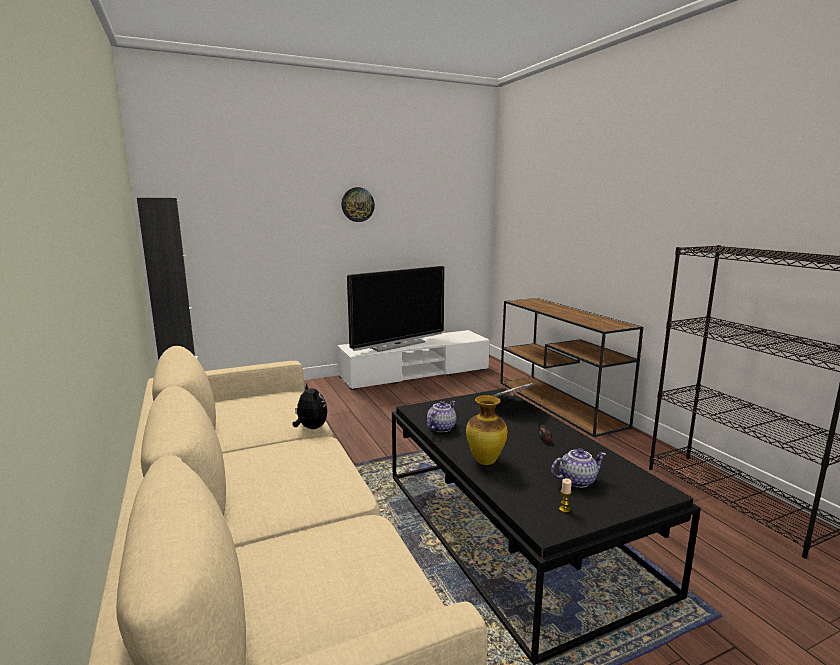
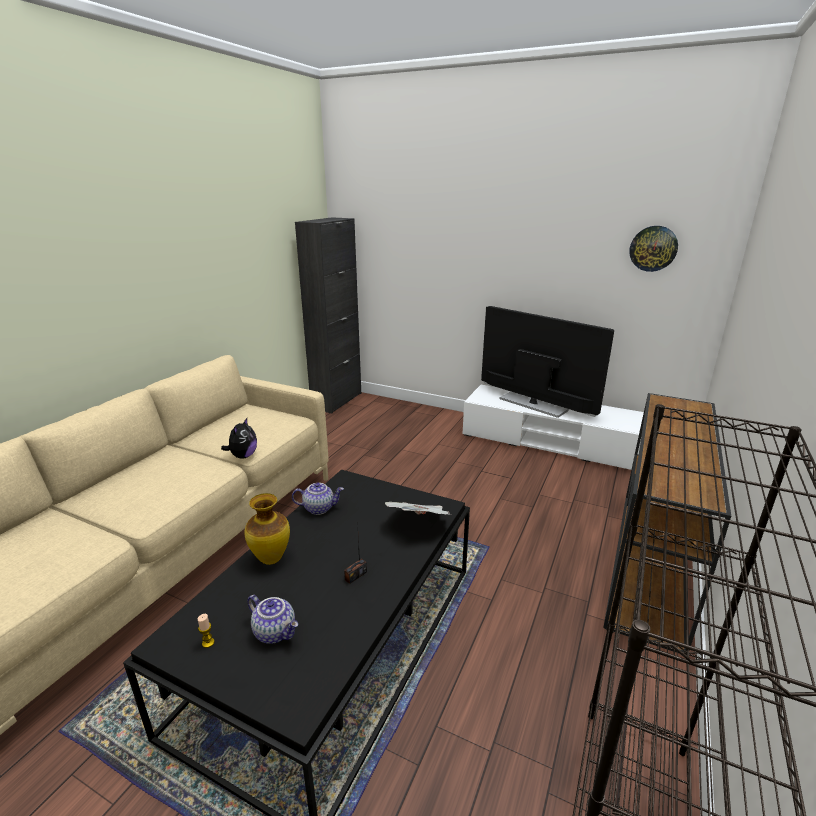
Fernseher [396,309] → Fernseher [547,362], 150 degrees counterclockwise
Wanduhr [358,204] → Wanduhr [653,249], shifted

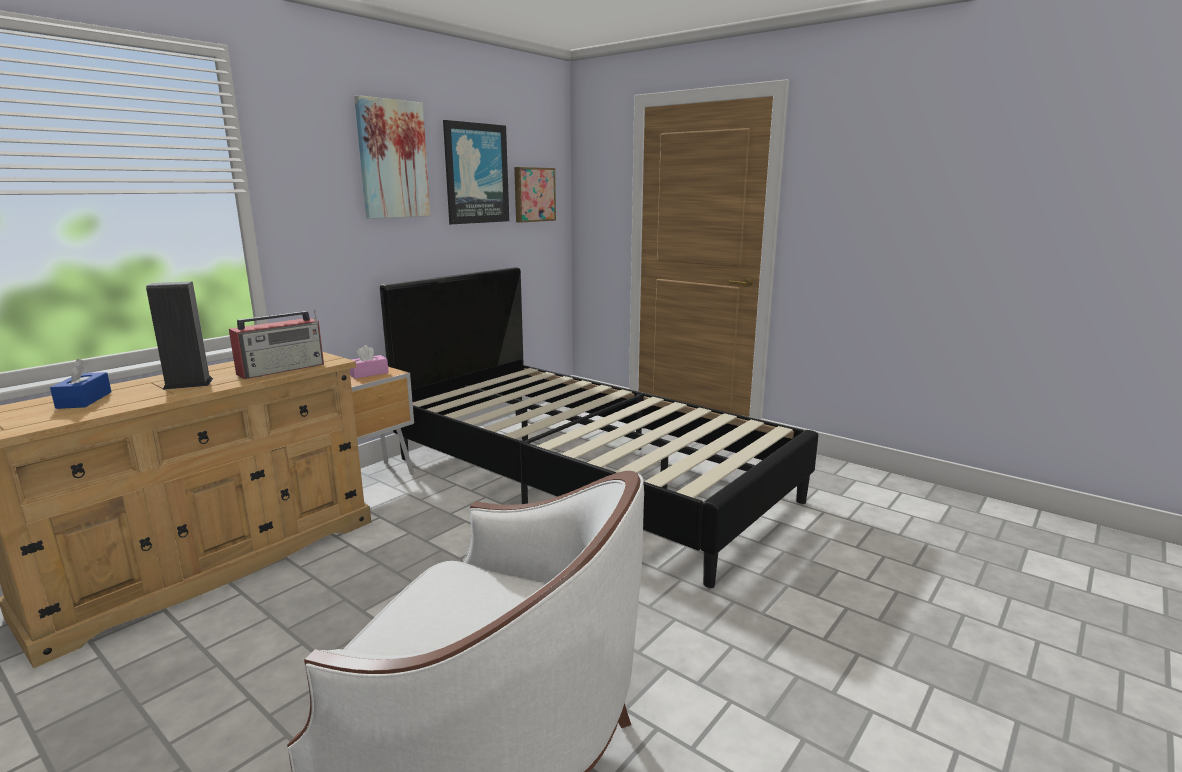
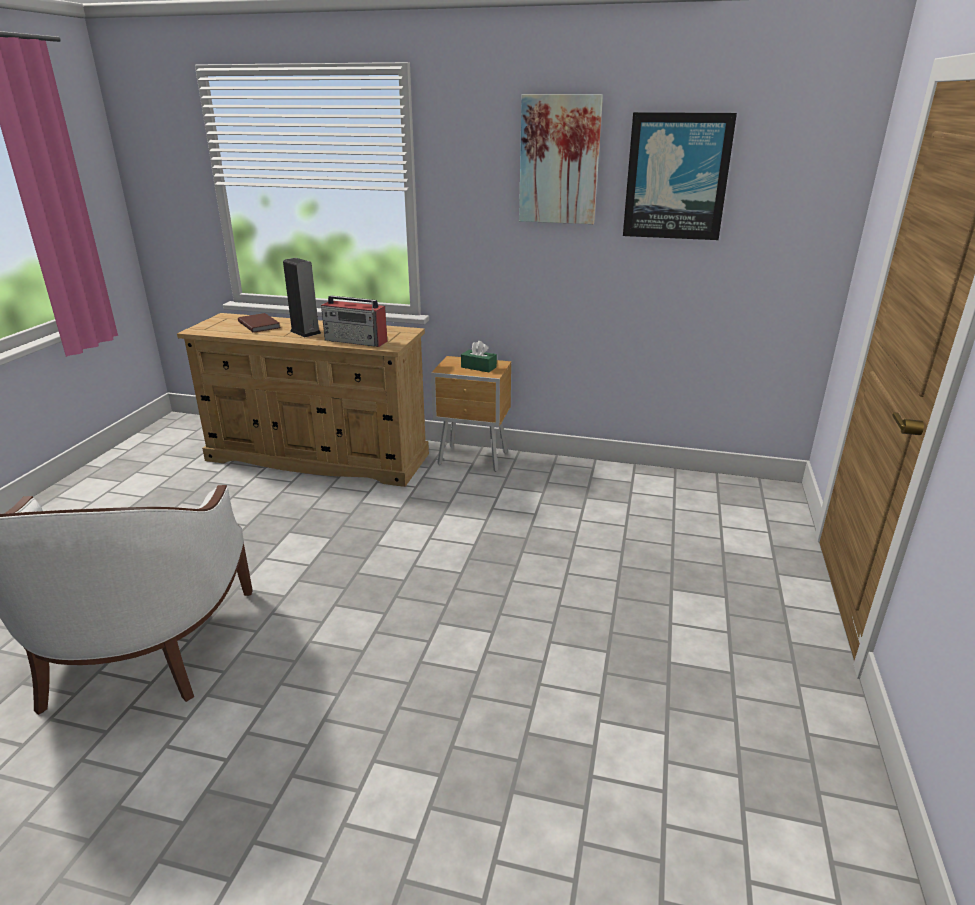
Taschentuchbox (blau) [81,384] → Buch (braun) [259,323]
Taschentuchbox (rosa) [369,362] → Taschentuchbox (grün) [479,356]
Bett (schwarz) [599,427] → -
Bild [535,195] → -

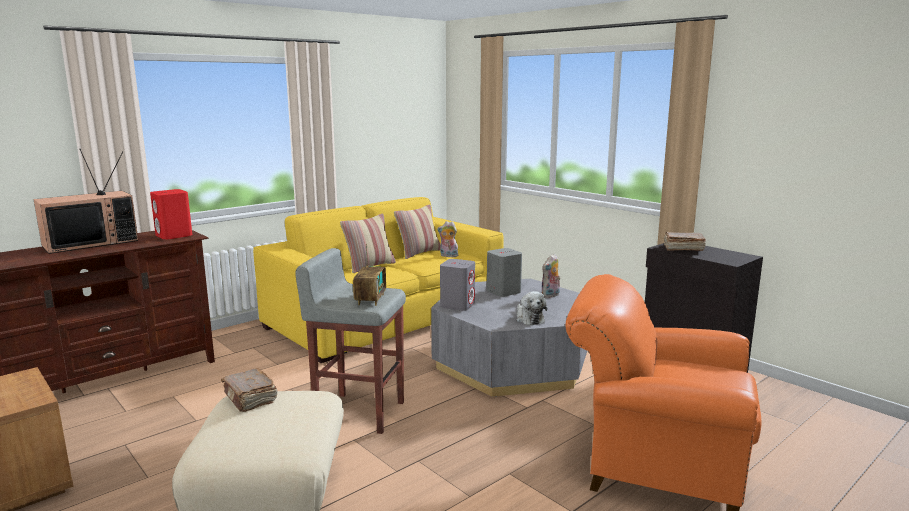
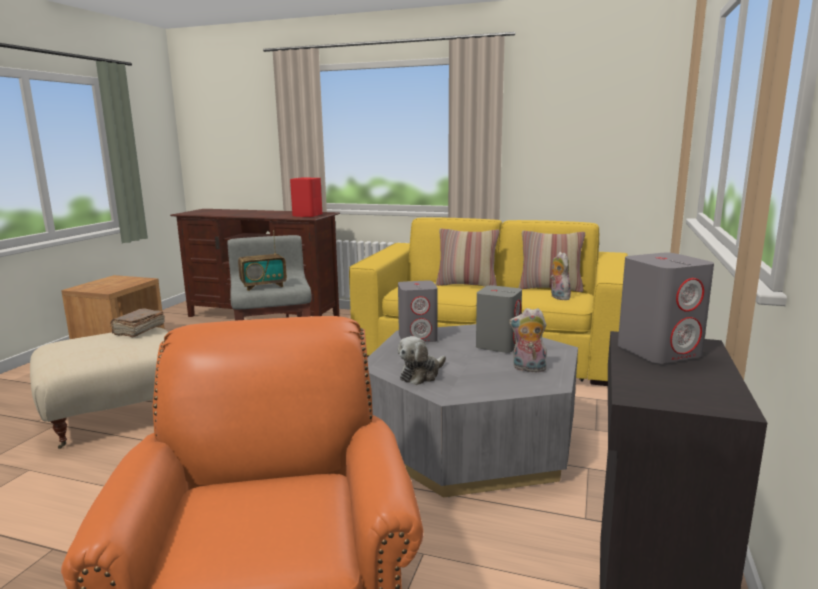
Buch (braun) [684,241] → Lautsprecher (grau) [666,308]
Fernseher [85,201] → -

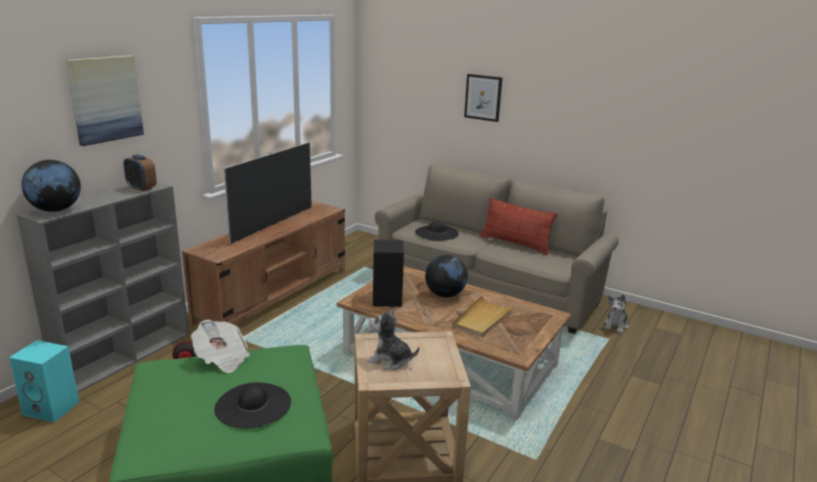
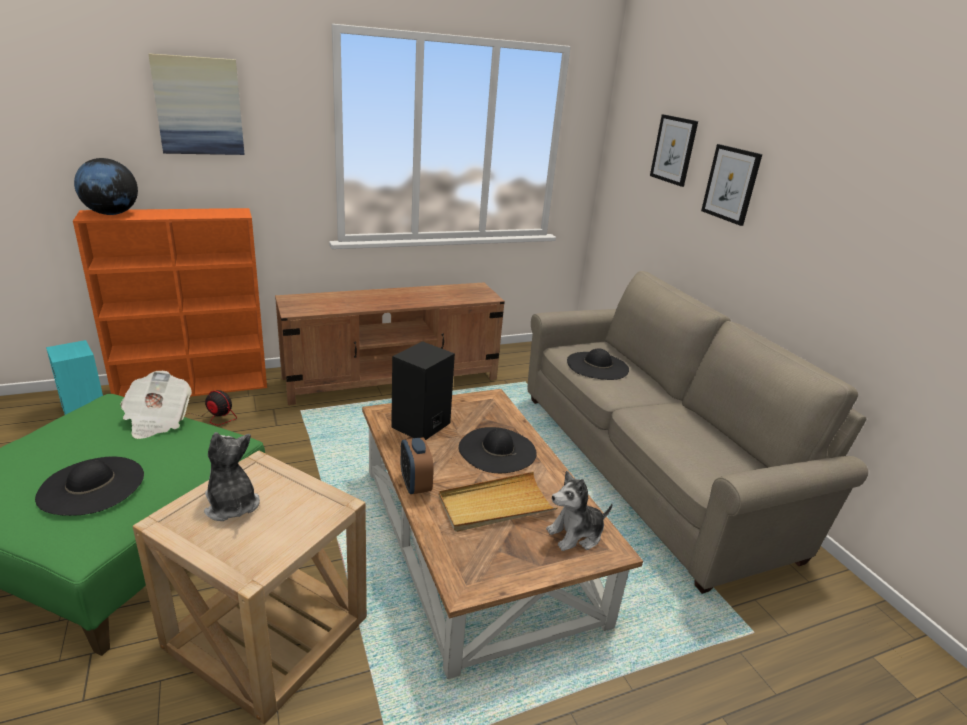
Bücherregal (grau) [103,287] → Bücherregal (orange) [170,302]
Wecker [140,173] → Wecker [417,466], shifted
Globus [446,276] → Hut (schwarz) [498,450]
Plüschtier [616,313] → Plüschtier [579,511], shifted
- → Bild [674,150]
Fernseher [268,193] → -
Kissen [519,226] → -

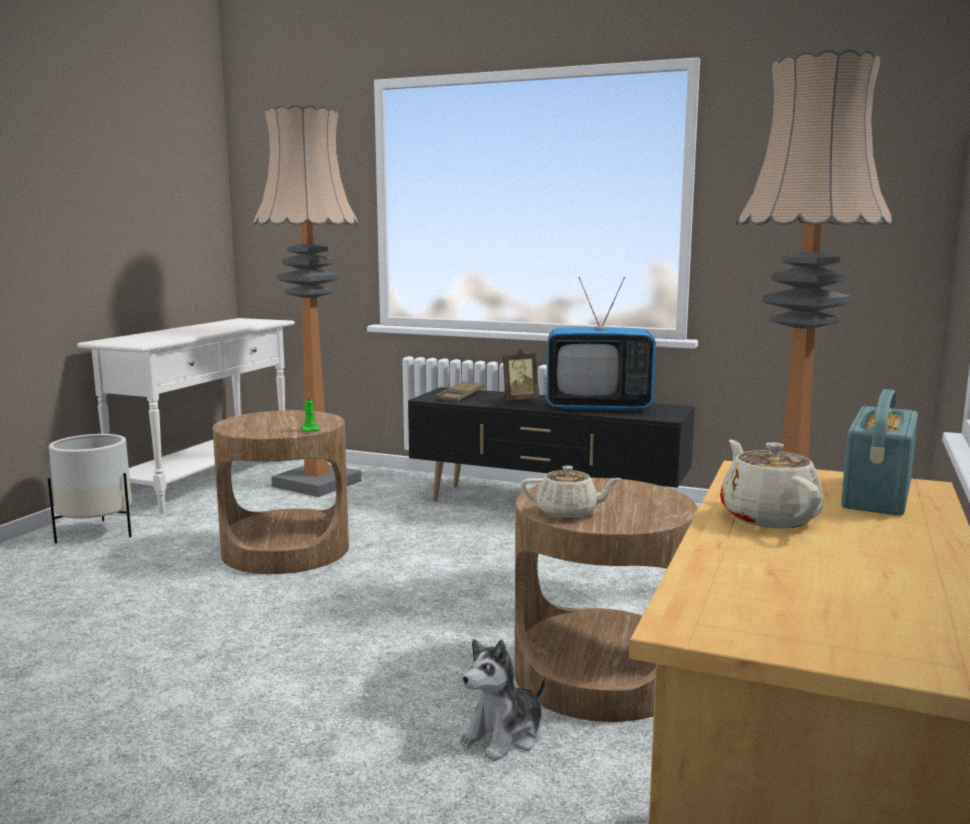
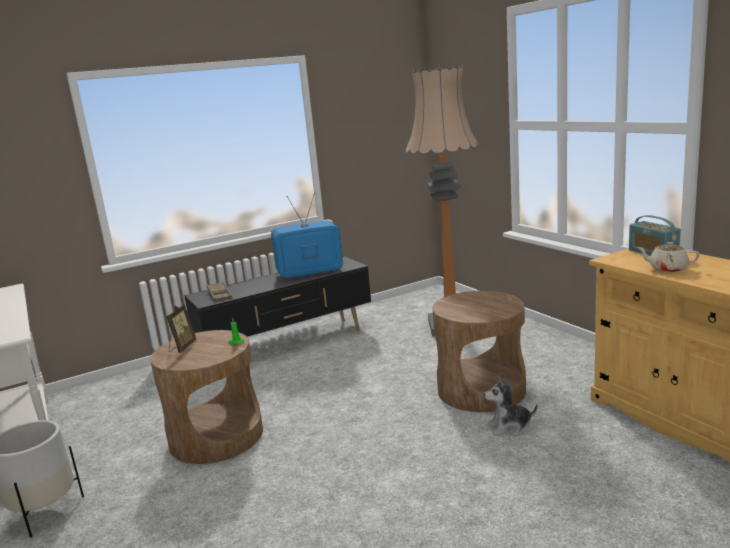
Bilderrahmen [521,375] → Bilderrahmen [181,328], shifted
Fernseher [601,344] → Fernseher [307,235], 150 degrees counterclockwise
Plüschtier [502,700] → Plüschtier [511,406], 90 degrees clockwise
Stehlampe [307,301] → -
Teekanne (beige) [571,492] → -

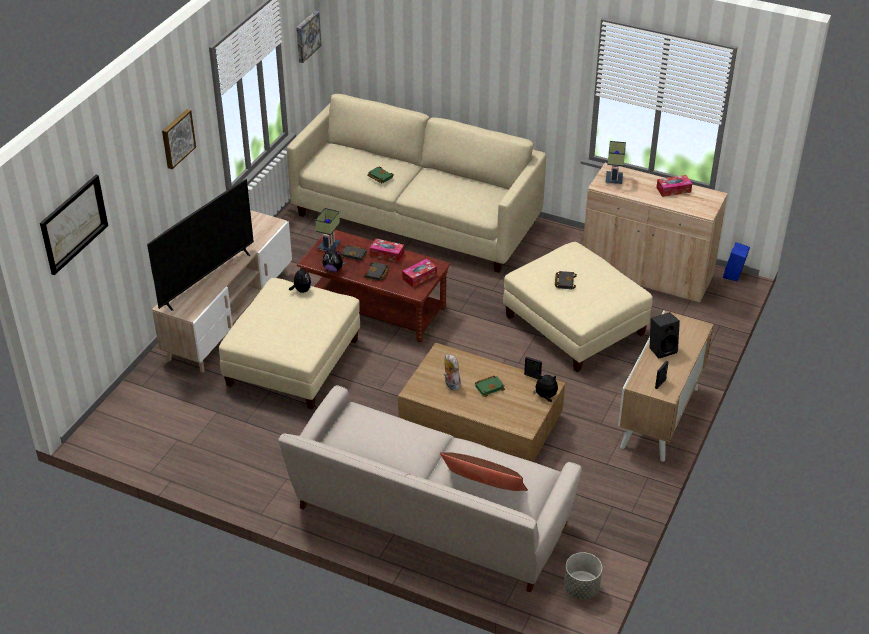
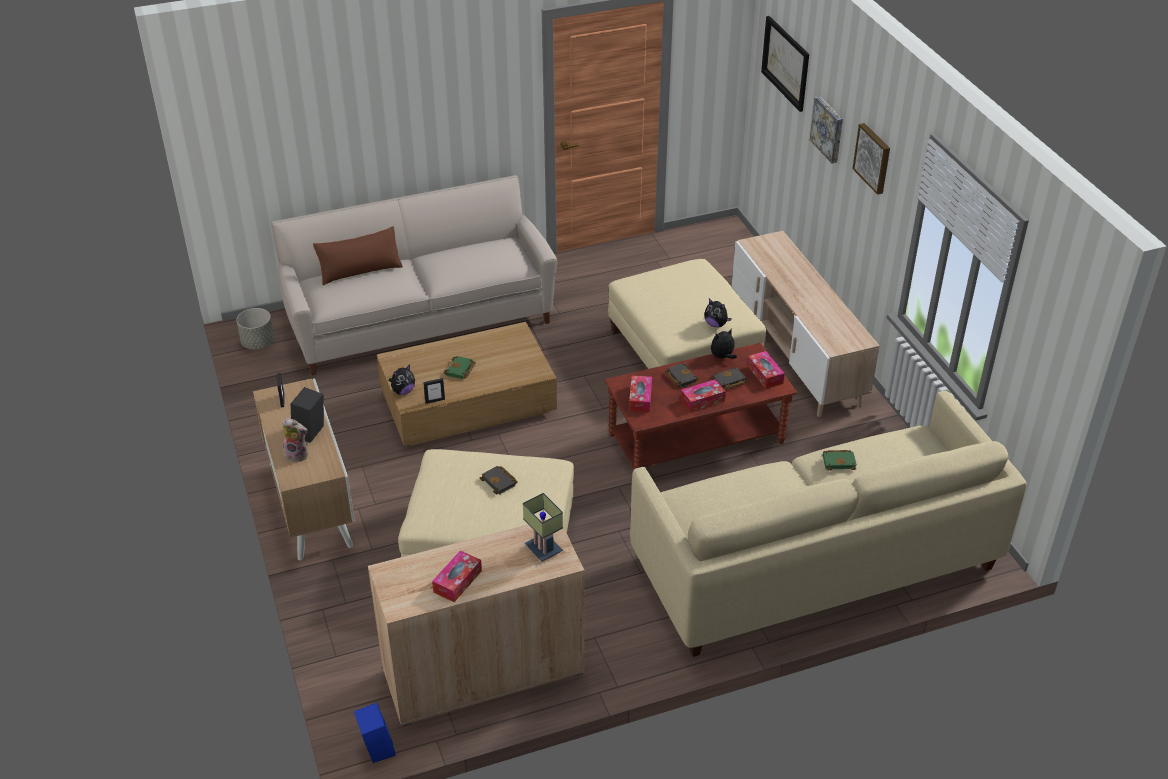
Plüschtier [452,372] → Plüschtier [295,440], shifted
Tischlampe [328,229] → Taschentuchbox [766,370]
Bild [308,37] → Bild [826,130], shifted
Fernseher [200,245] → -

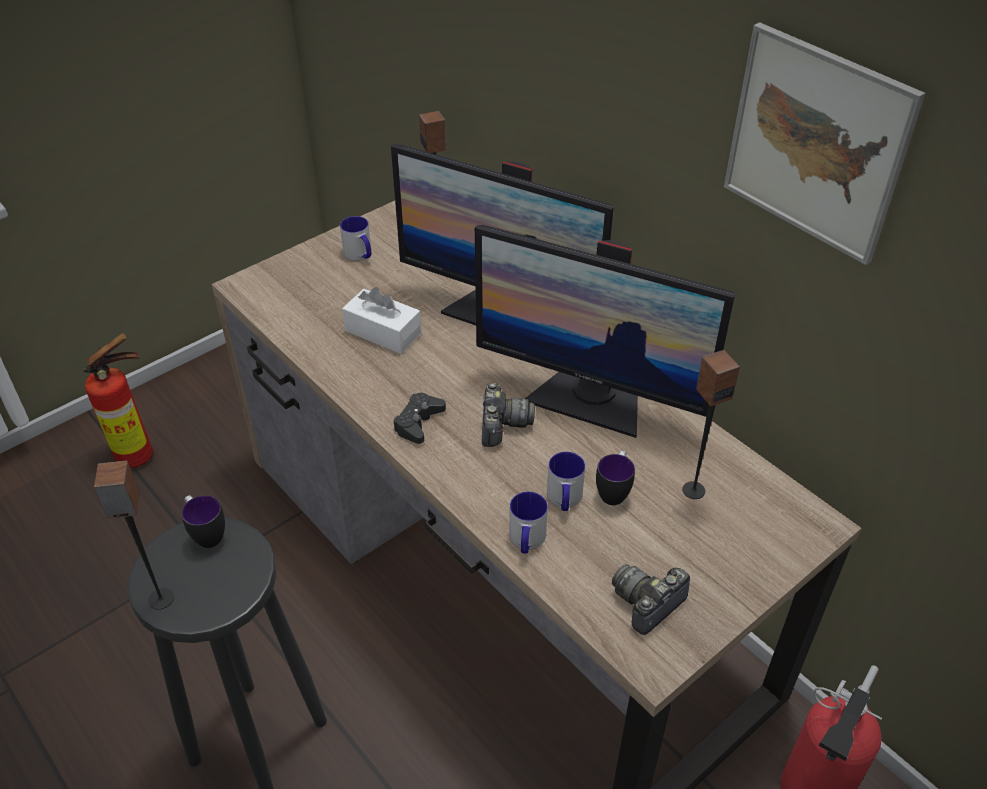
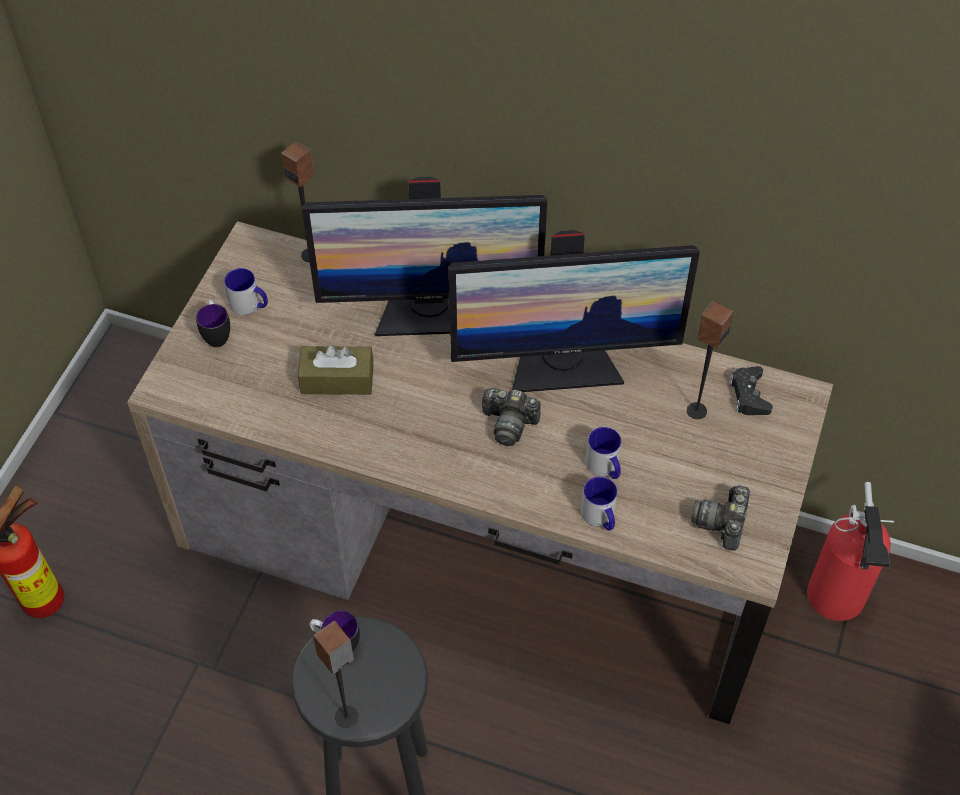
Henkelbecher [615,478] → Henkelbecher [213,323], shifted
Taschentuchbox (weiß) [382,320] → Taschentuchbox (braun) [336,370]
Kamera [508,415] → Kamera [511,417], 135 degrees clockwise
Gamepad (schwarz) [420,418] → Gamepad (schwarz) [751,390], shifted
Bild [825,143] → -

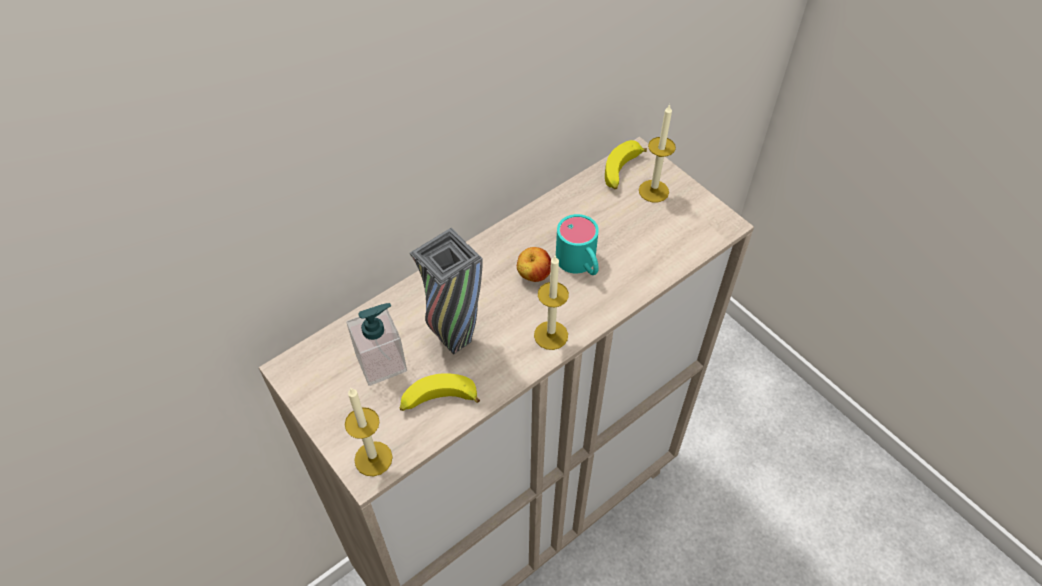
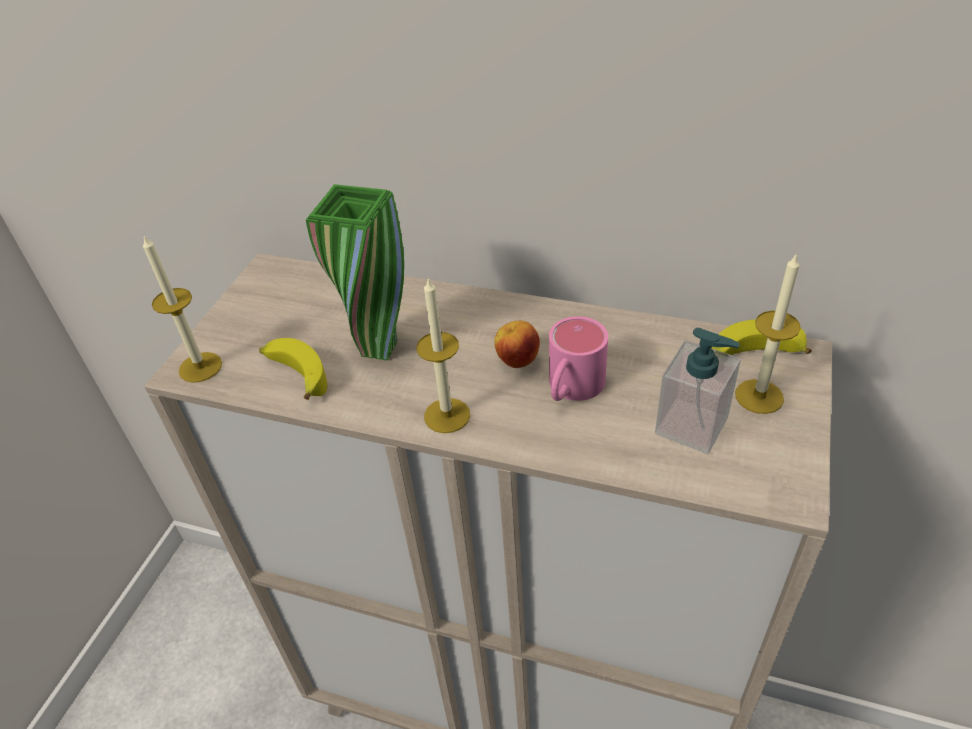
Vase (grau) [446,291] → Vase (grün) [355,272]
Henkelbecher (türkis) [577,244] → Henkelbecher (rosa) [578,358]
Seifenspender [376,344] → Seifenspender [698,391], shifted

